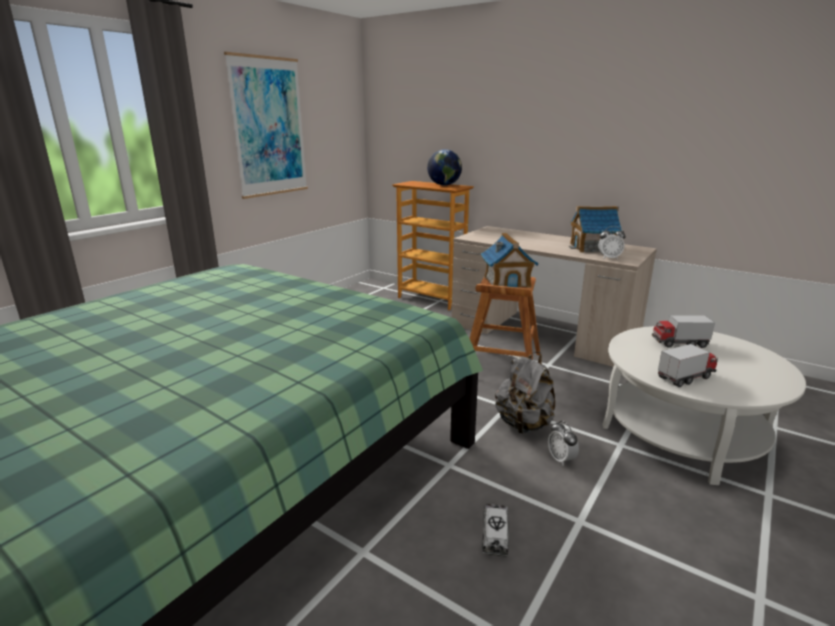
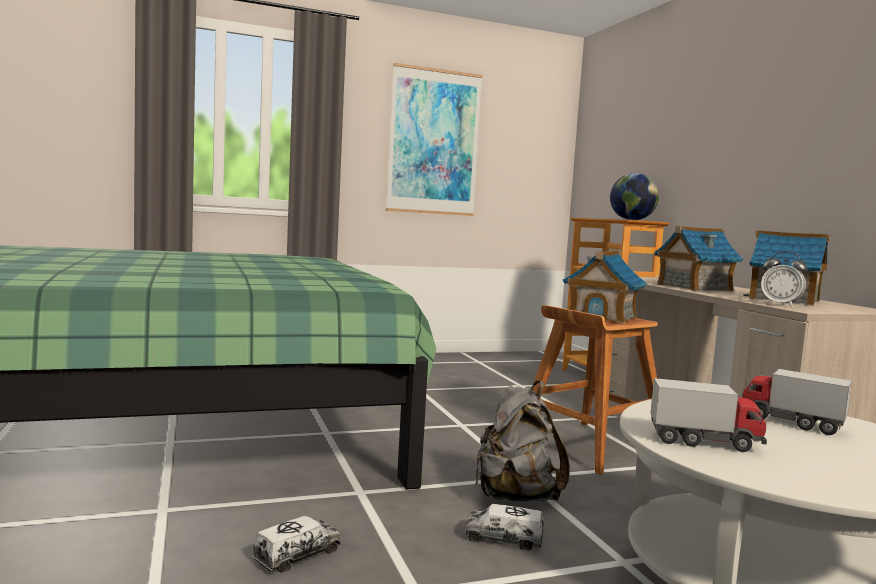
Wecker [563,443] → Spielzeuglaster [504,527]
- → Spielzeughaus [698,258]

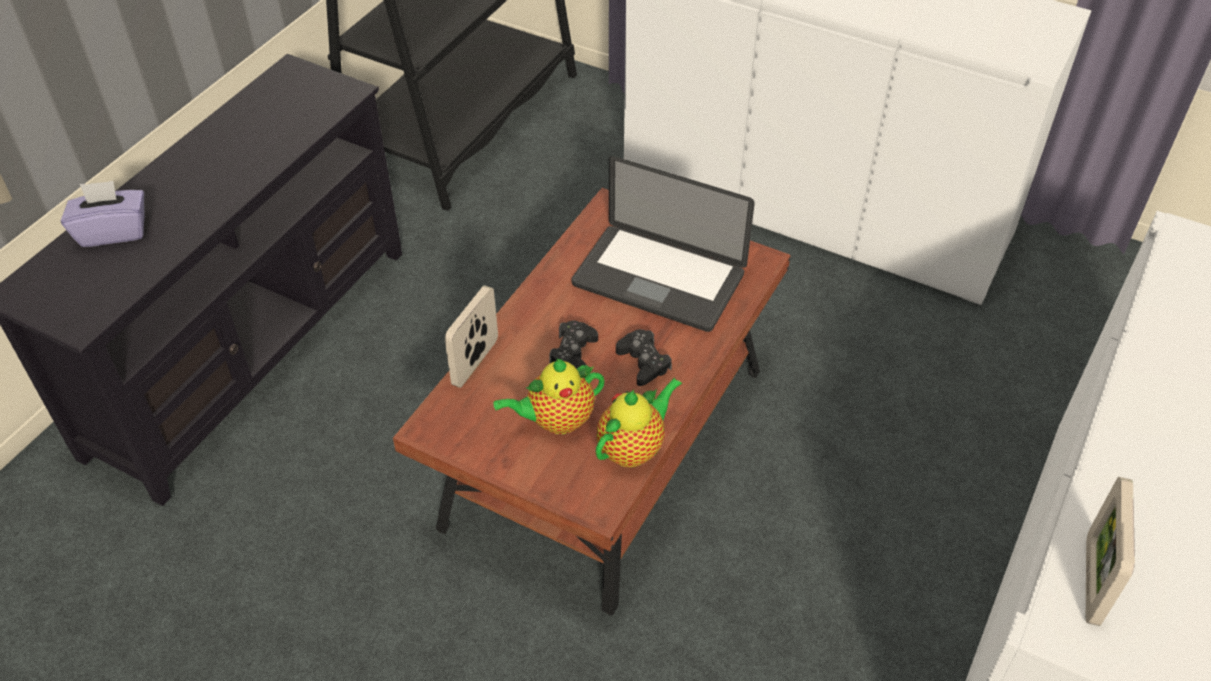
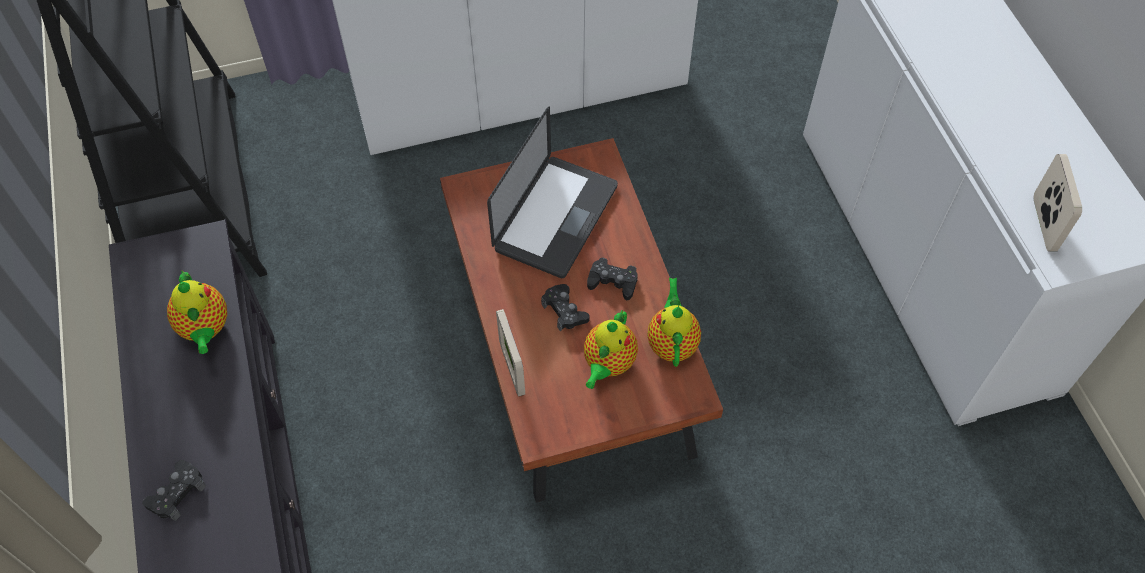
Taschentuchbox (lila) [103,214] → Gamepad (schwarz) [174,490]
- → Teekanne [197,312]
Laptop [663,244] → Laptop [552,192], 45 degrees counterclockwise
Bilderrahmen [1110,551] → Bilderrahmen [1058,203], 150 degrees counterclockwise

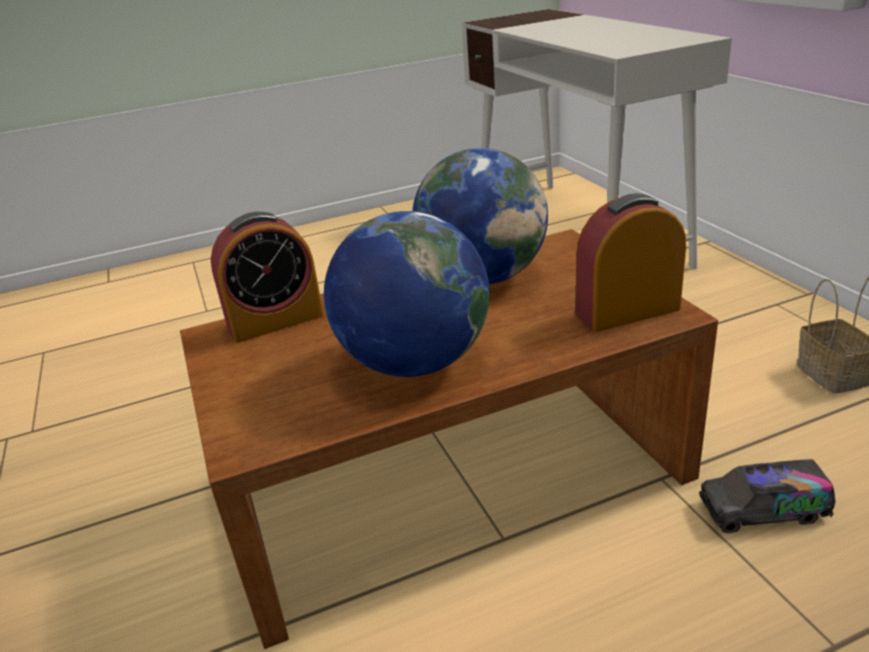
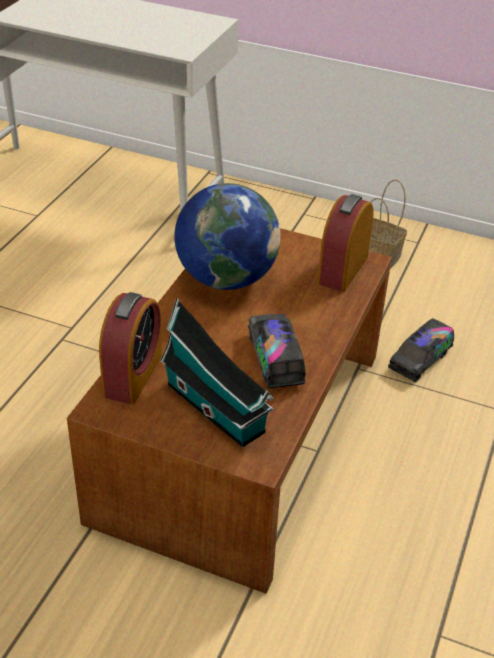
- → Spielzeughaus [217,373]
Globus [407,294] → Spielzeuglaster [277,351]

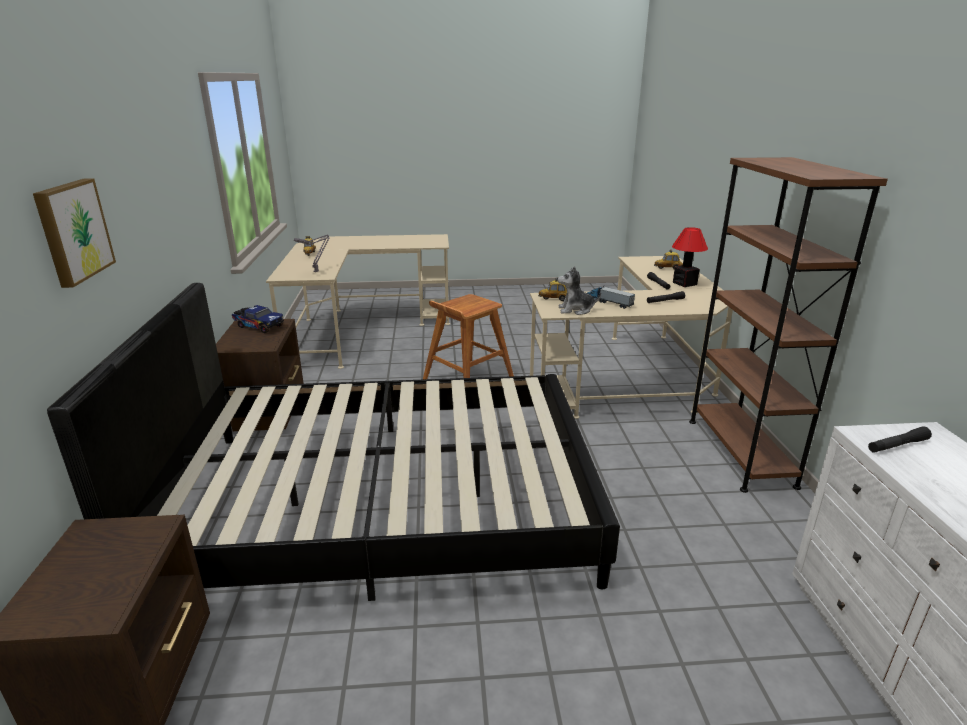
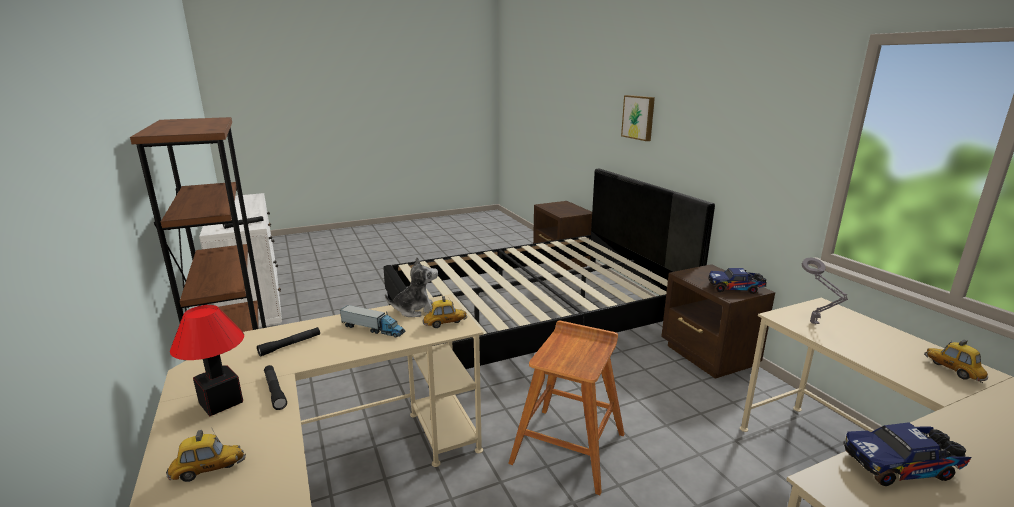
- → Spielzeuglaster [907,454]

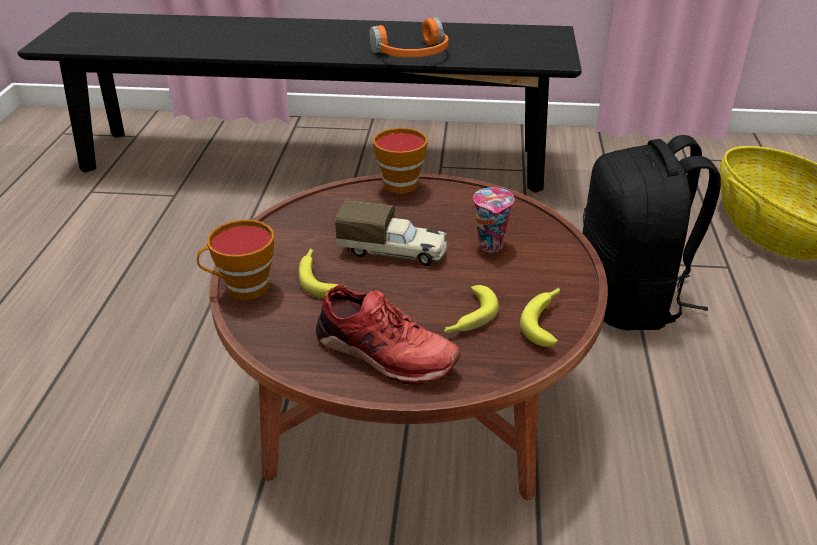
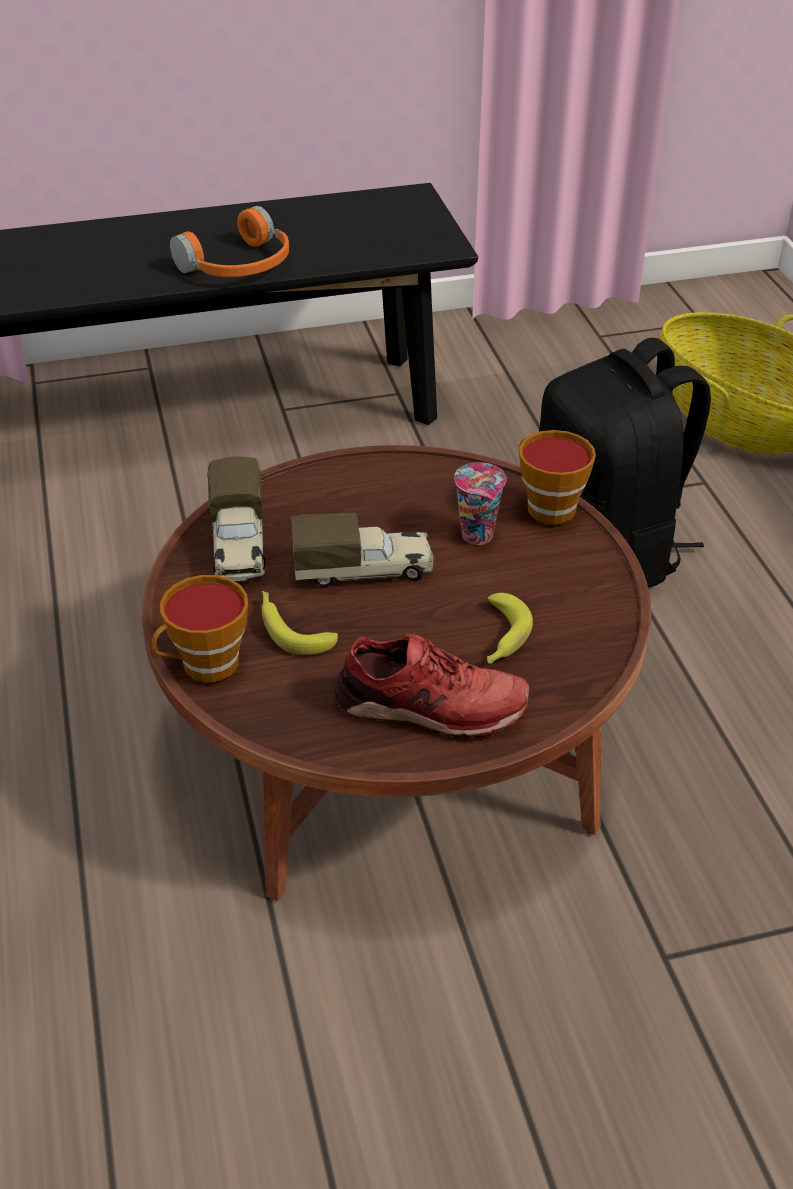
- → Spielzeuglaster [236,518]
Tasse [400,161] → Tasse [557,477], shifted
Banane [540,317] → -

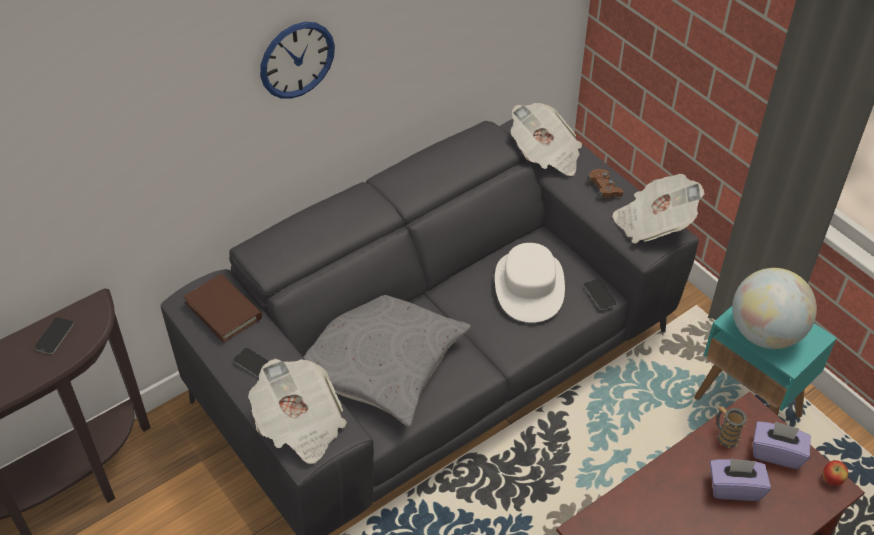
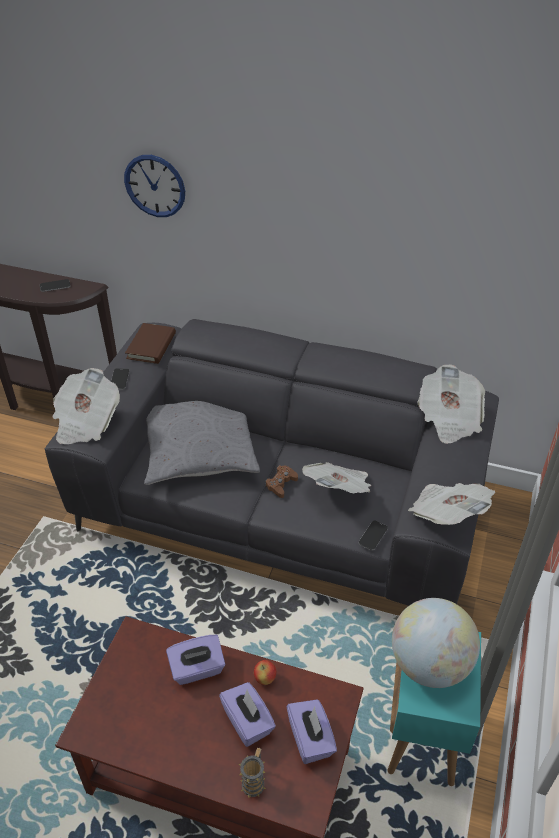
Wanduhr [297,60] → Wanduhr [154,186], shifted
- → Taschentuchbox (lila) [195,660]
Henkelbecher [732,427] → Henkelbecher [252,773], shifted
Apfel [835,473] → Apfel [265,672], shifted
Gamepad (braun) [605,184] → Gamepad (braun) [281,481], shifted
Hut (weiß) [530,283] → Zeitung [336,477]

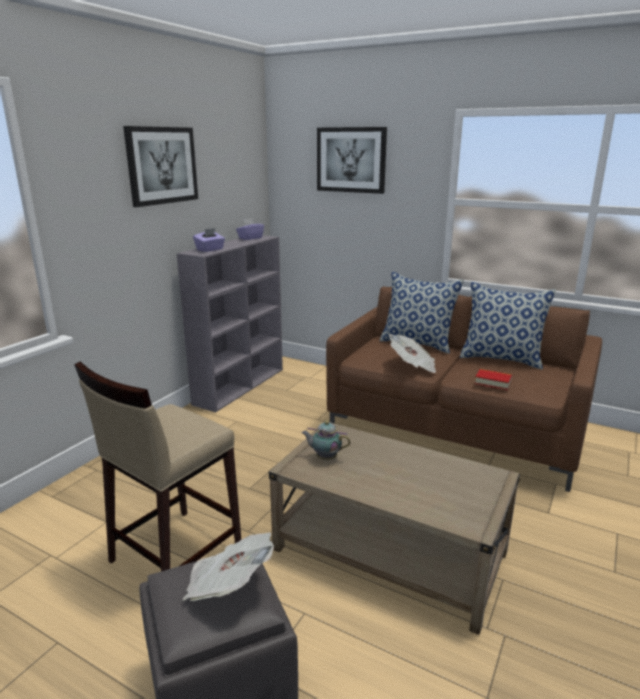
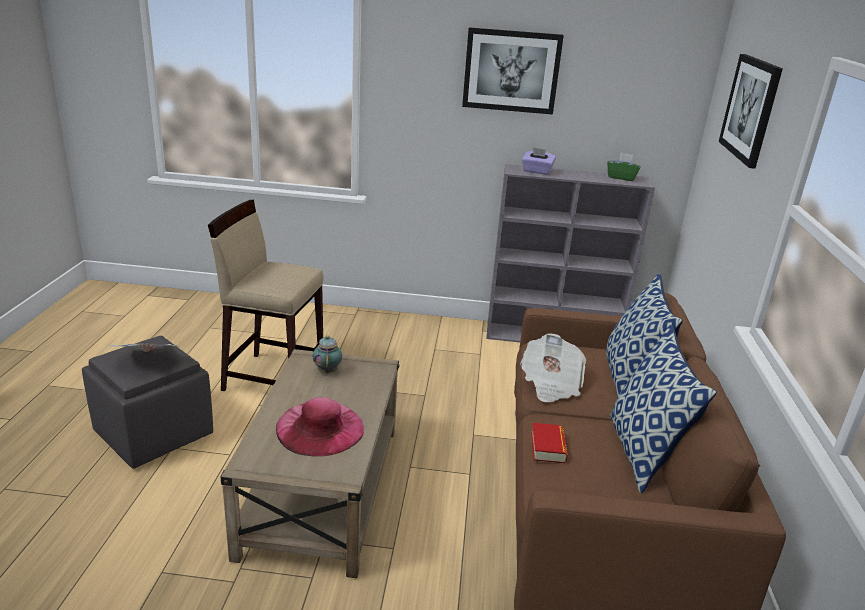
- → Hut (rosa) [320,427]
Taschentuchbox (lila) [250,229] → Taschentuchbox (grün) [624,166]

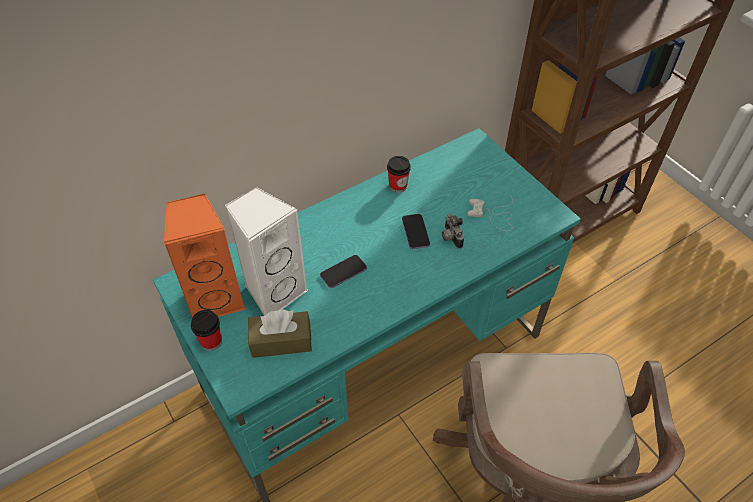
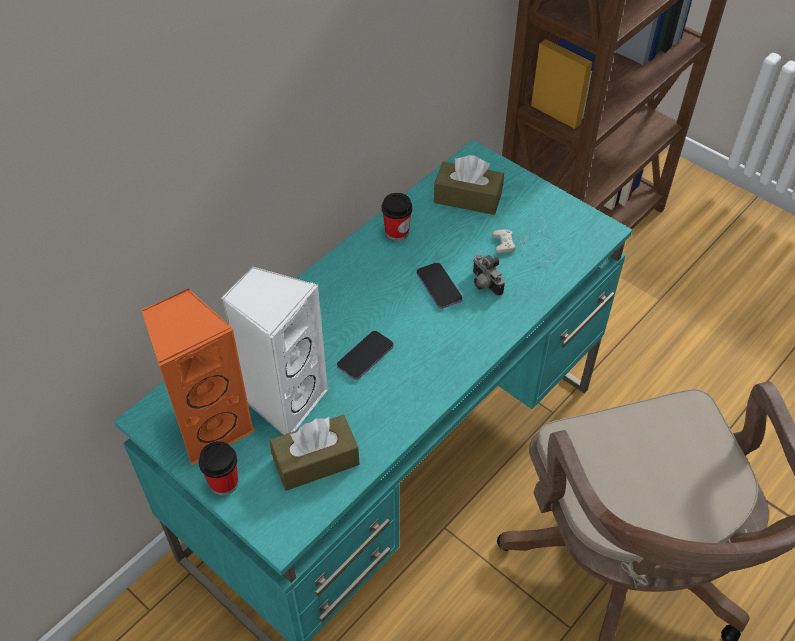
- → Taschentuchbox (braun) [469,185]

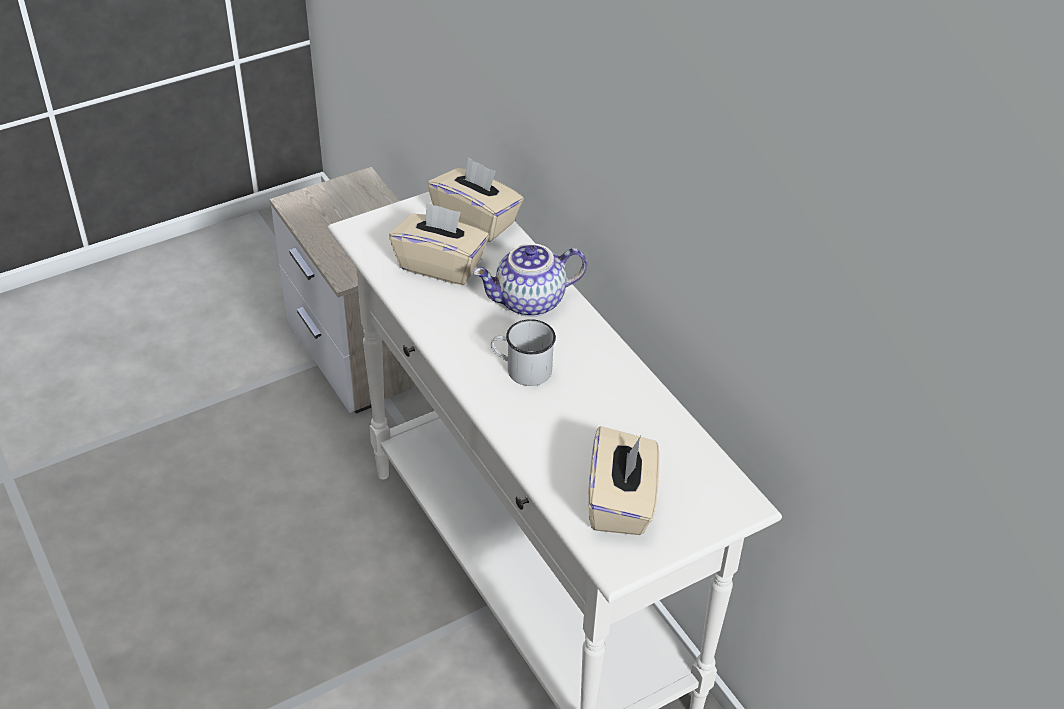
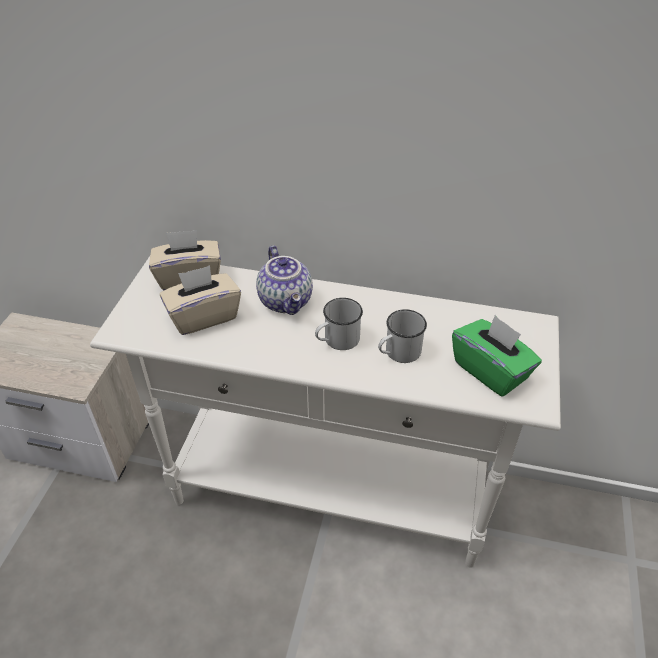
Teekanne [530,280] → Teekanne [284,280], 45 degrees counterclockwise
- → Henkelbecher (weiß) [402,336]
Taschentuchbox (beige) [624,480] → Taschentuchbox (grün) [497,356]

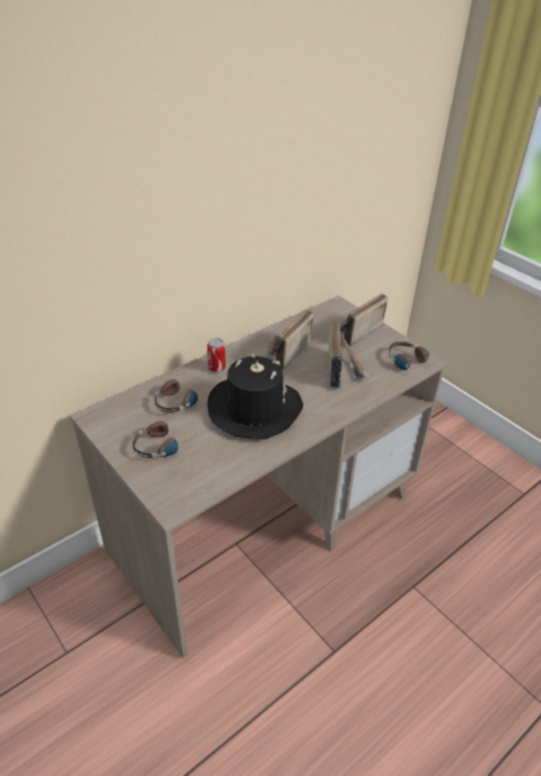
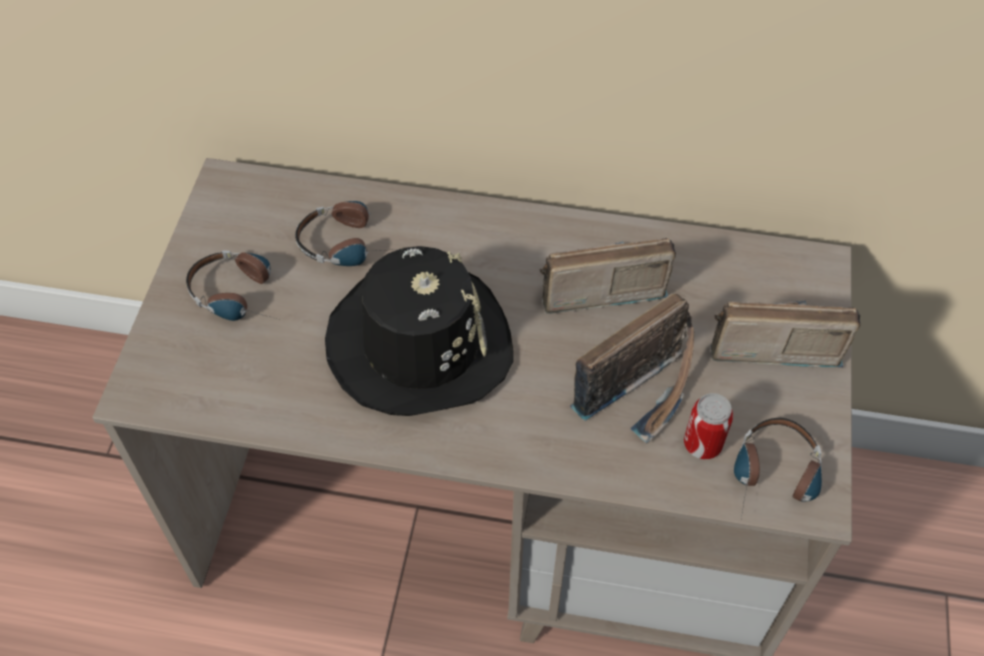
Dose [216,355] → Dose [708,426], shifted

